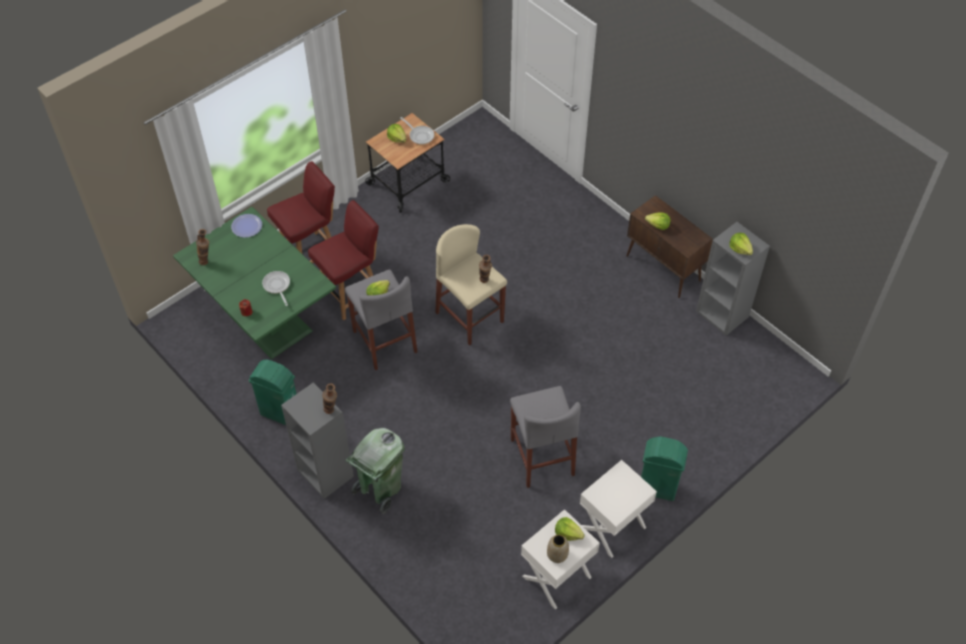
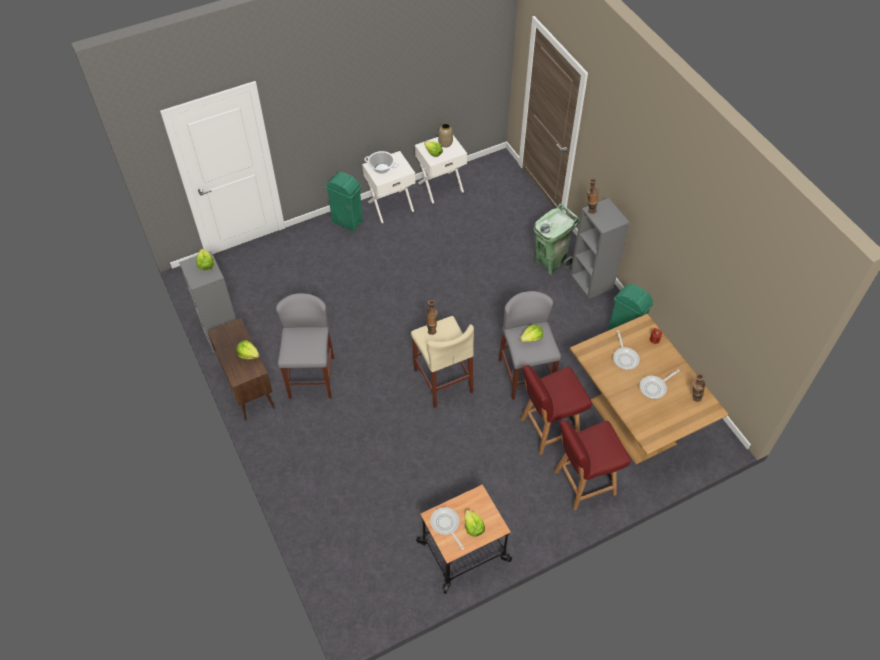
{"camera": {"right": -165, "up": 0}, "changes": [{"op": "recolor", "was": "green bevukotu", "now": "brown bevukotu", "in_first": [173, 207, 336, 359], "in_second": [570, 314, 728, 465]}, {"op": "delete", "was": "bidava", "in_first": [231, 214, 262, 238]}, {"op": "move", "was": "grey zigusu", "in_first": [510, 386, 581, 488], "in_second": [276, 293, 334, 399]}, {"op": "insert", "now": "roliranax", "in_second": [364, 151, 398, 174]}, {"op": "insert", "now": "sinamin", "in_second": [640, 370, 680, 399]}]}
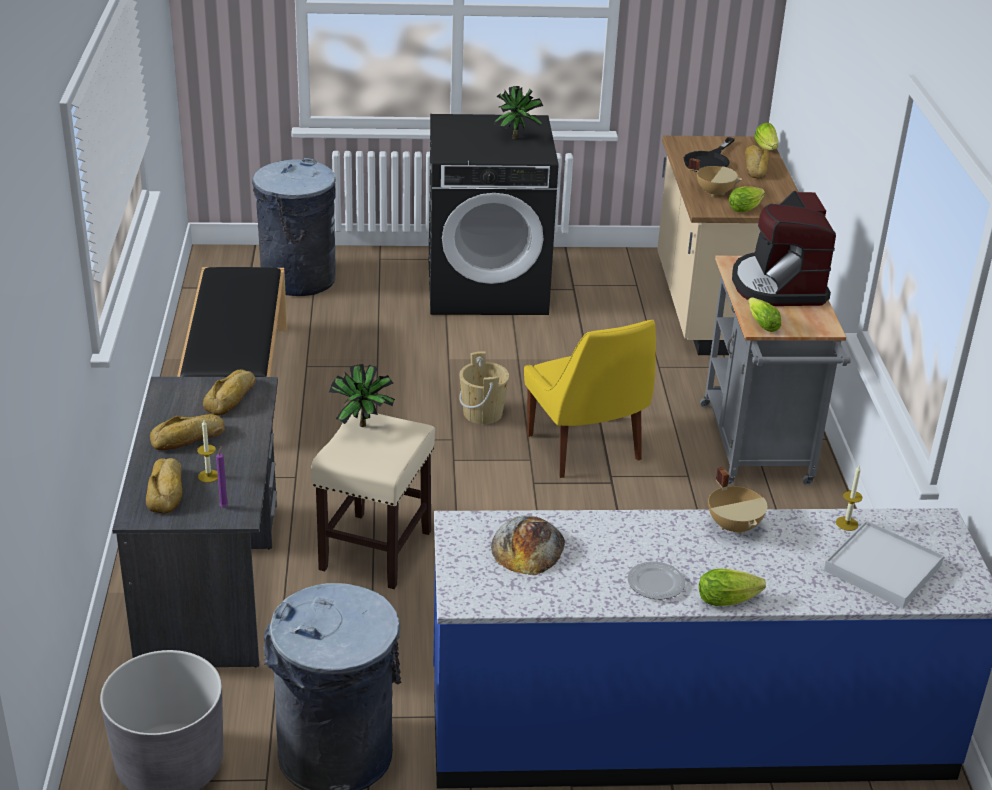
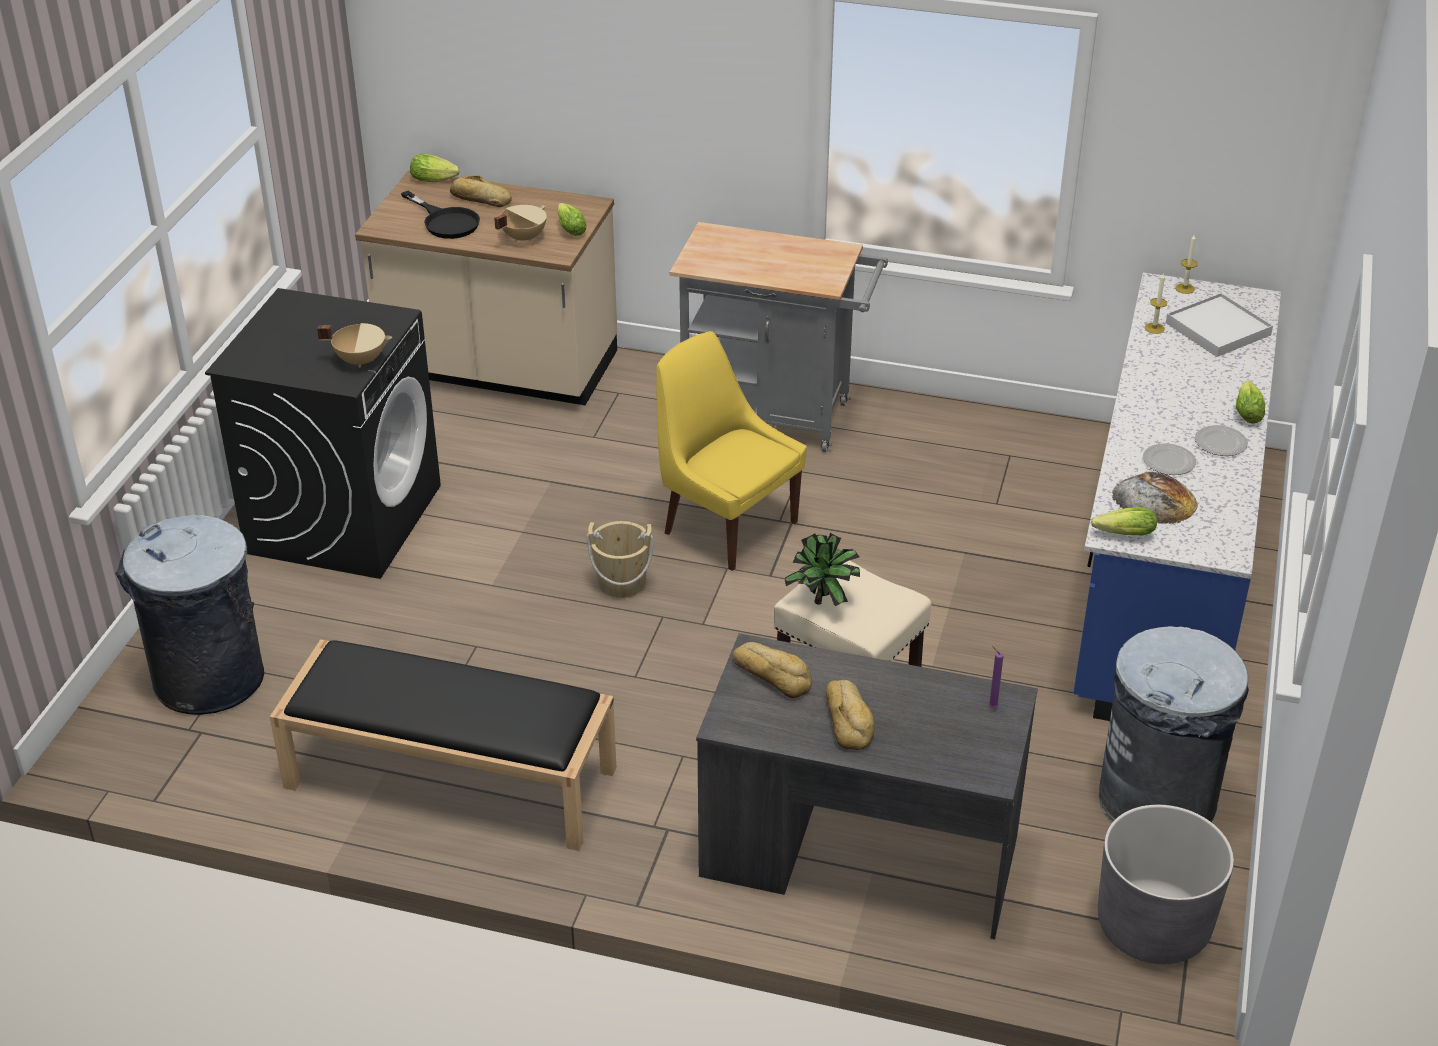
{"camera": {"right": -70, "up": 5}, "changes": [{"op": "delete", "was": "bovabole", "in_first": [495, 86, 543, 139]}, {"op": "delete", "was": "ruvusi", "in_first": [732, 191, 836, 306]}, {"op": "move", "was": "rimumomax", "in_first": [748, 297, 781, 332], "in_second": [1091, 507, 1157, 536]}, {"op": "rotate", "was": "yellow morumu", "in_first": [524, 320, 656, 478], "in_second": [656, 331, 807, 571], "clockwise": -135}, {"op": "move", "was": "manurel", "in_first": [197, 420, 218, 483], "in_second": [1175, 235, 1198, 294]}, {"op": "delete", "was": "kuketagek", "in_first": [146, 458, 182, 514]}, {"op": "move", "was": "beige roliranax", "in_first": [708, 467, 767, 535], "in_second": [317, 323, 392, 368]}, {"op": "insert", "now": "bidava", "in_second": [1143, 443, 1196, 475]}]}
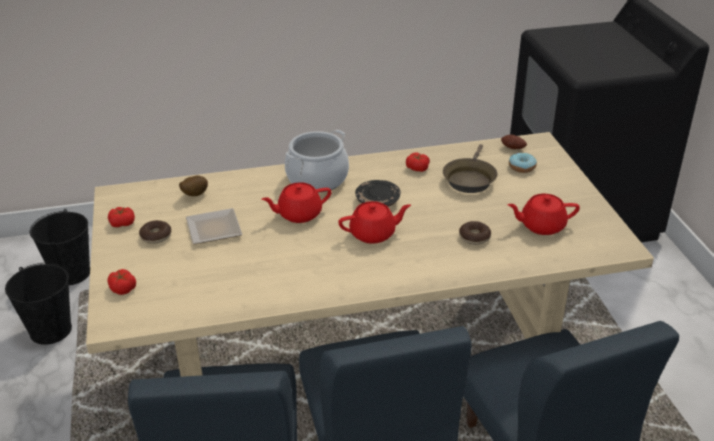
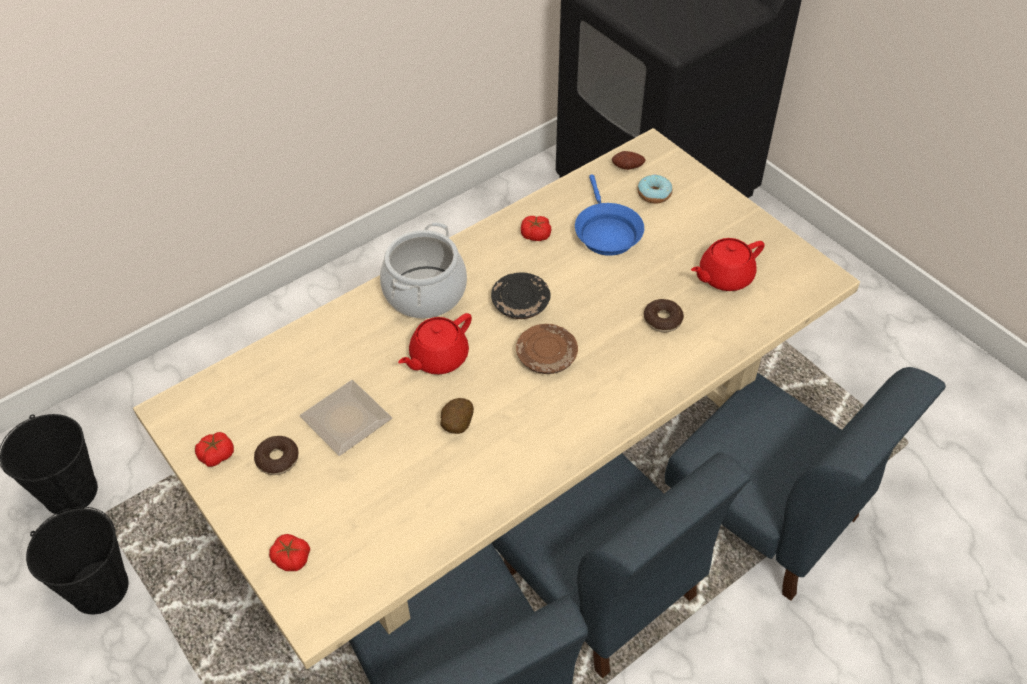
{"camera": {"right": -25, "up": 15}, "changes": [{"op": "recolor", "was": "brown sinamin", "now": "blue sinamin", "in_first": [443, 144, 498, 193], "in_second": [575, 174, 644, 256]}, {"op": "move", "was": "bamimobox", "in_first": [179, 176, 208, 196], "in_second": [441, 398, 474, 434]}, {"op": "replace", "was": "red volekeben", "now": "brown bidava", "in_first": [338, 201, 411, 244], "in_second": [516, 324, 578, 374]}]}
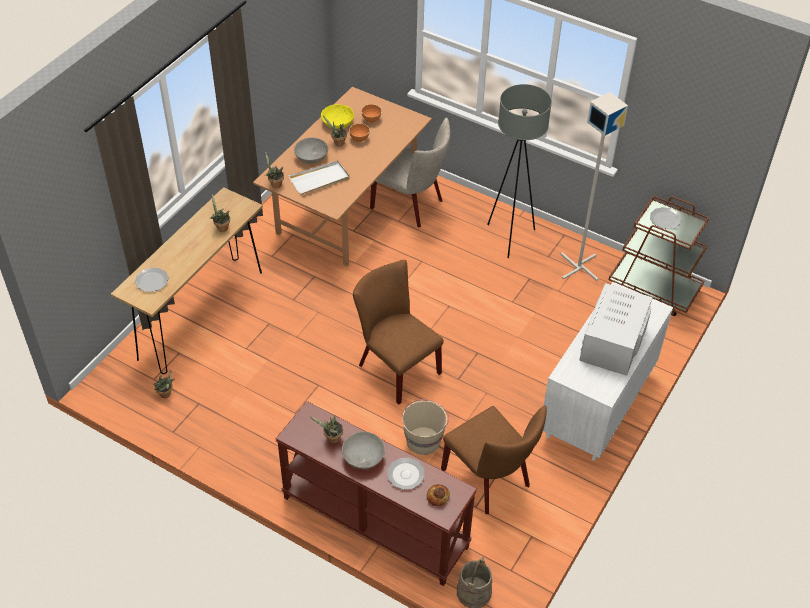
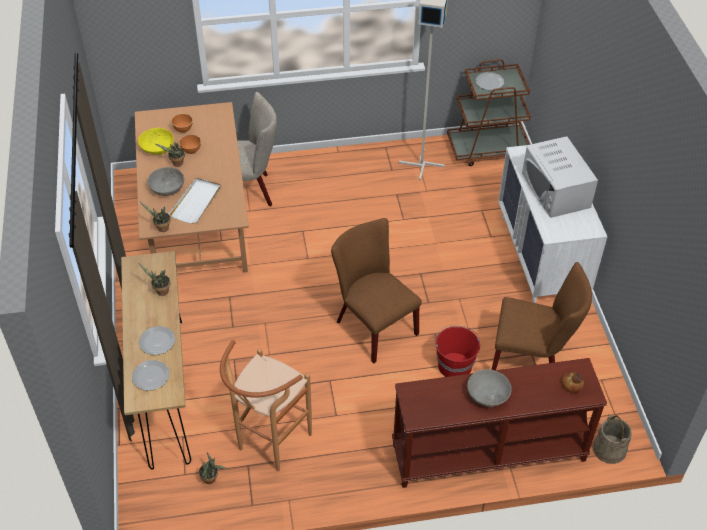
{"camera": {"right": -40, "up": 0}, "changes": [{"op": "delete", "was": "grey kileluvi", "in_first": [487, 84, 552, 258]}, {"op": "rotate", "was": "brown morumu", "in_first": [353, 260, 444, 404], "in_second": [331, 218, 422, 364], "clockwise": 45}, {"op": "recolor", "was": "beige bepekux", "now": "red bepekux", "in_first": [402, 399, 449, 455], "in_second": [435, 325, 480, 377]}, {"op": "delete", "was": "bovabole", "in_first": [310, 416, 343, 443]}, {"op": "move", "was": "bidava", "in_first": [387, 458, 425, 490], "in_second": [139, 326, 176, 355]}, {"op": "insert", "now": "brown zigusu", "in_second": [220, 340, 312, 471]}]}
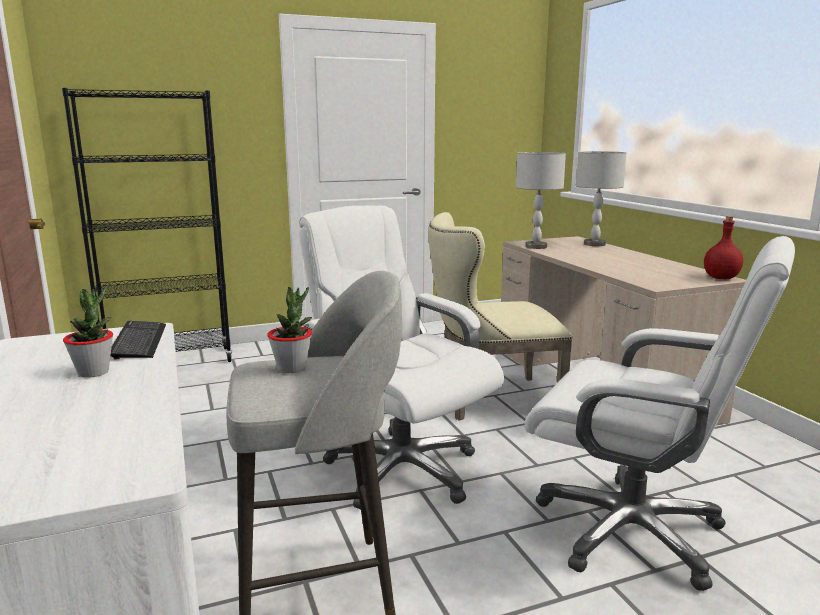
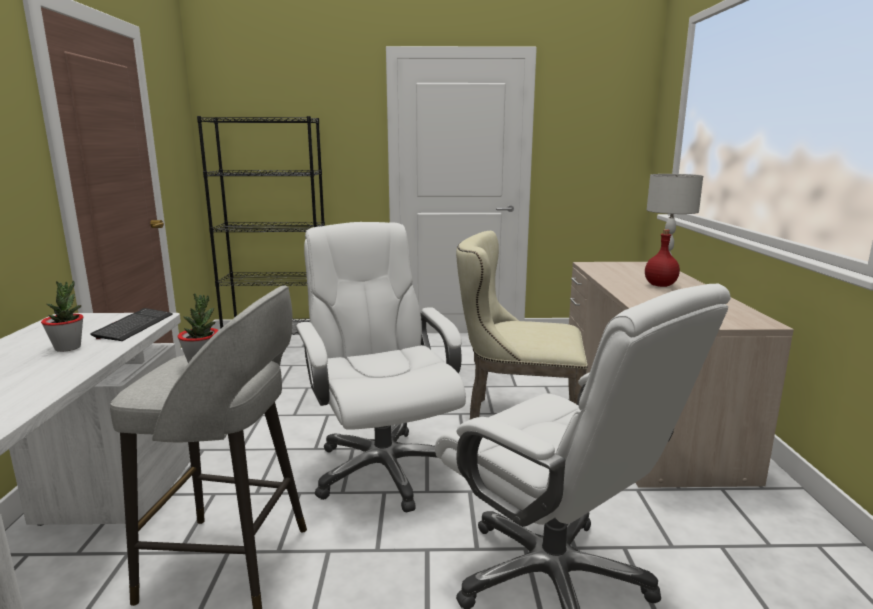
{"camera": {"right": 20, "up": 0}, "changes": [{"op": "delete", "was": "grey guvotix", "in_first": [516, 152, 566, 249]}, {"op": "move", "was": "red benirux", "in_first": [704, 216, 743, 279], "in_second": [645, 229, 680, 287]}]}
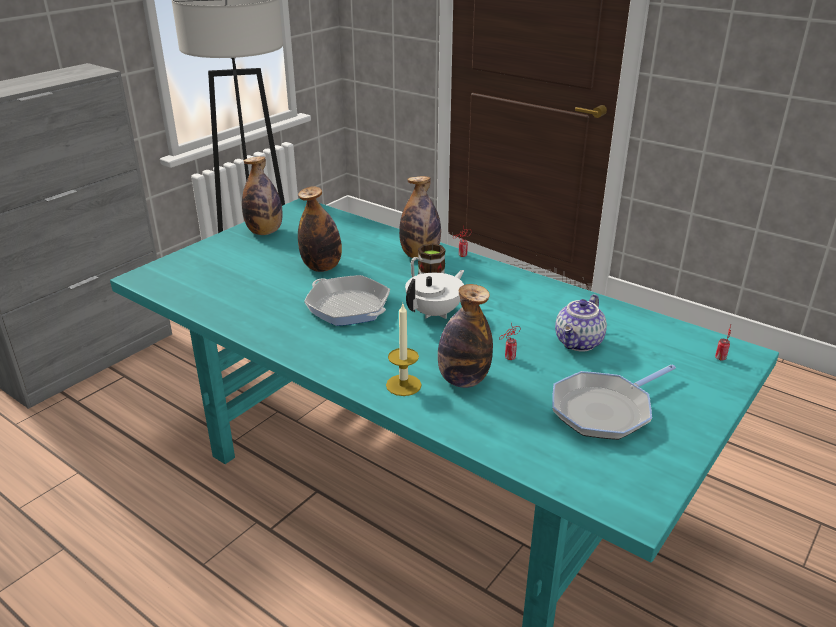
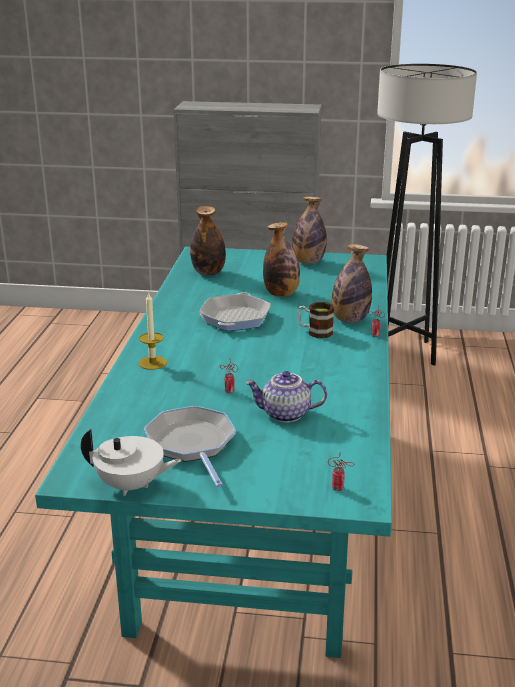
{"camera": {"right": 60, "up": -5}, "changes": [{"op": "move", "was": "white volekeben", "in_first": [405, 270, 464, 319], "in_second": [81, 429, 182, 496]}, {"op": "move", "was": "benirux", "in_first": [438, 284, 493, 388], "in_second": [190, 206, 226, 276]}, {"op": "rotate", "was": "sinamin", "in_first": [552, 365, 676, 440], "in_second": [144, 406, 236, 488], "clockwise": 45}]}
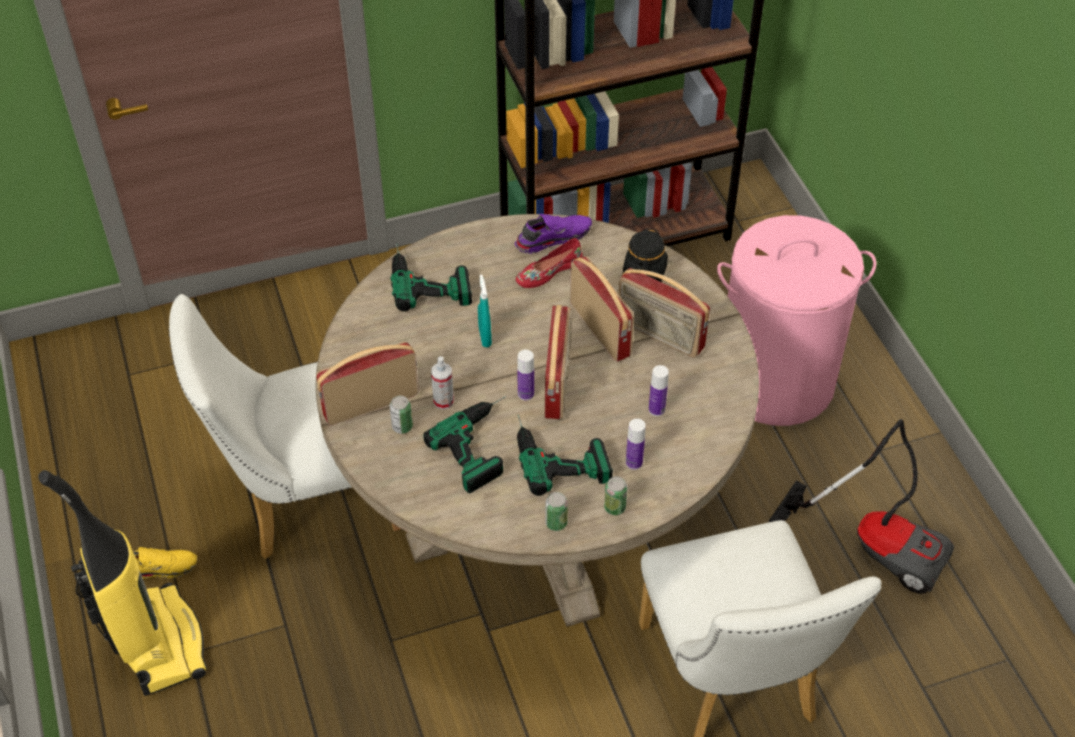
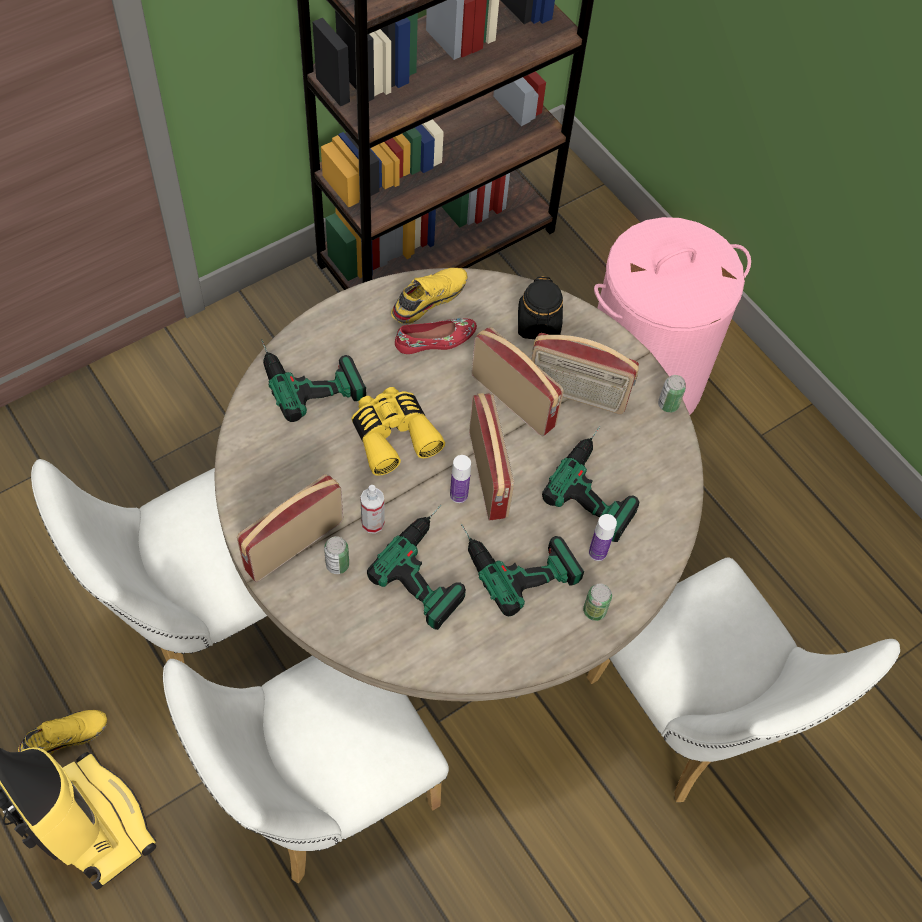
{"camera": {"right": -20, "up": 10}, "changes": [{"op": "recolor", "was": "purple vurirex", "now": "yellow vurirex", "in_first": [515, 214, 592, 254], "in_second": [391, 268, 467, 324]}, {"op": "rotate", "was": "red vurirex", "in_first": [516, 238, 582, 288], "in_second": [395, 318, 477, 354], "clockwise": -150}, {"op": "replace", "was": "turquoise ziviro", "now": "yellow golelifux", "in_first": [478, 274, 492, 347], "in_second": [351, 387, 445, 476]}, {"op": "replace", "was": "benirux", "now": "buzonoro", "in_first": [649, 365, 669, 416], "in_second": [542, 426, 639, 542]}, {"op": "delete", "was": "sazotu", "in_first": [769, 419, 954, 594]}, {"op": "move", "was": "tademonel", "in_first": [545, 492, 568, 531], "in_second": [658, 375, 686, 412]}, {"op": "insert", "now": "white morumu", "in_second": [163, 656, 449, 883]}]}
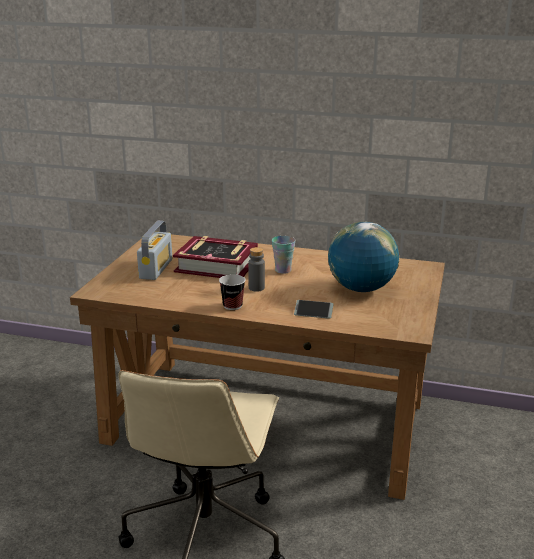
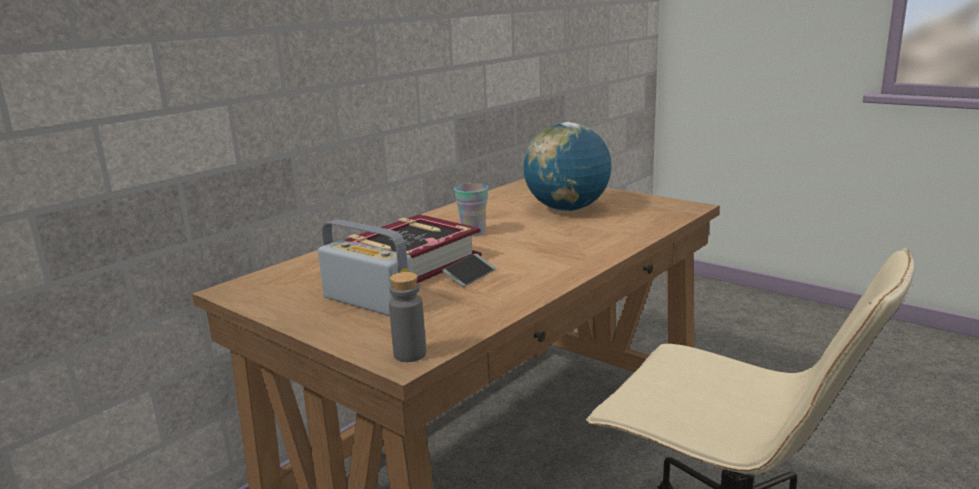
{"camera": {"right": -65, "up": -5}, "changes": [{"op": "move", "was": "grey benirux", "in_first": [248, 247, 265, 292], "in_second": [389, 272, 426, 362]}, {"op": "delete", "was": "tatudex", "in_first": [219, 274, 245, 310]}, {"op": "move", "was": "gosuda", "in_first": [294, 300, 334, 319], "in_second": [442, 253, 496, 287]}]}
